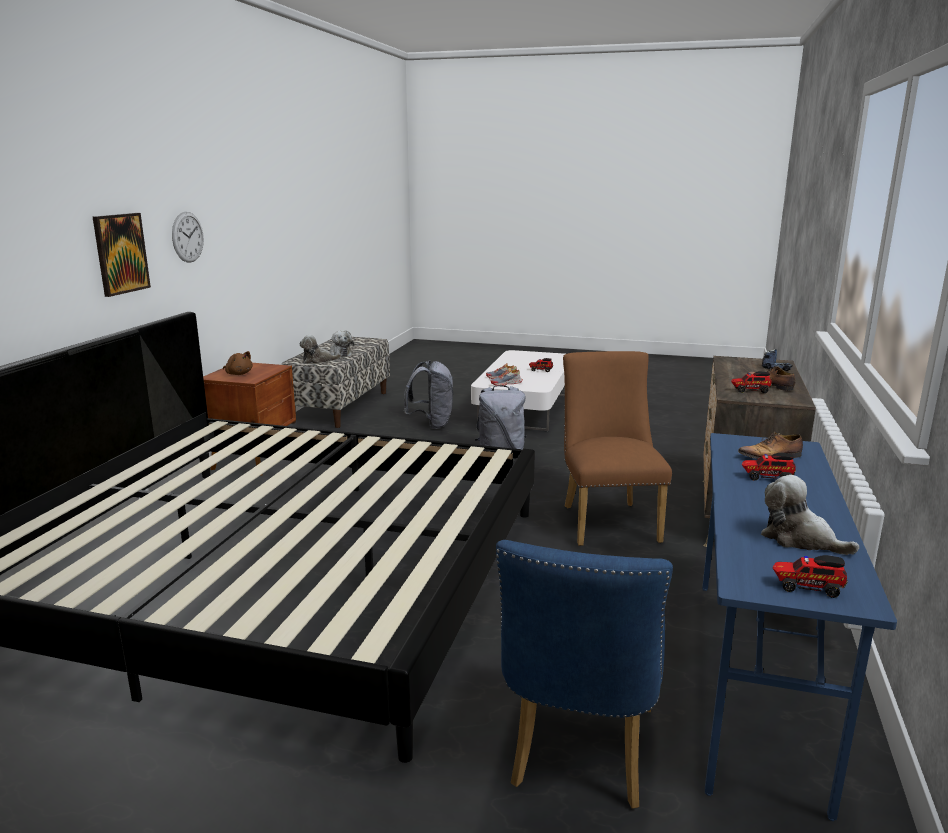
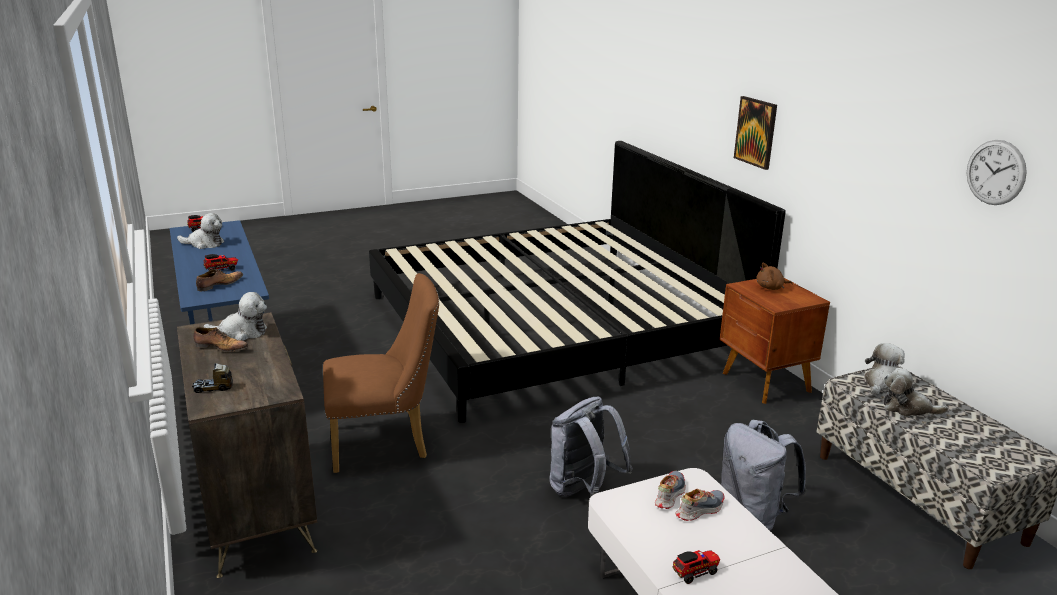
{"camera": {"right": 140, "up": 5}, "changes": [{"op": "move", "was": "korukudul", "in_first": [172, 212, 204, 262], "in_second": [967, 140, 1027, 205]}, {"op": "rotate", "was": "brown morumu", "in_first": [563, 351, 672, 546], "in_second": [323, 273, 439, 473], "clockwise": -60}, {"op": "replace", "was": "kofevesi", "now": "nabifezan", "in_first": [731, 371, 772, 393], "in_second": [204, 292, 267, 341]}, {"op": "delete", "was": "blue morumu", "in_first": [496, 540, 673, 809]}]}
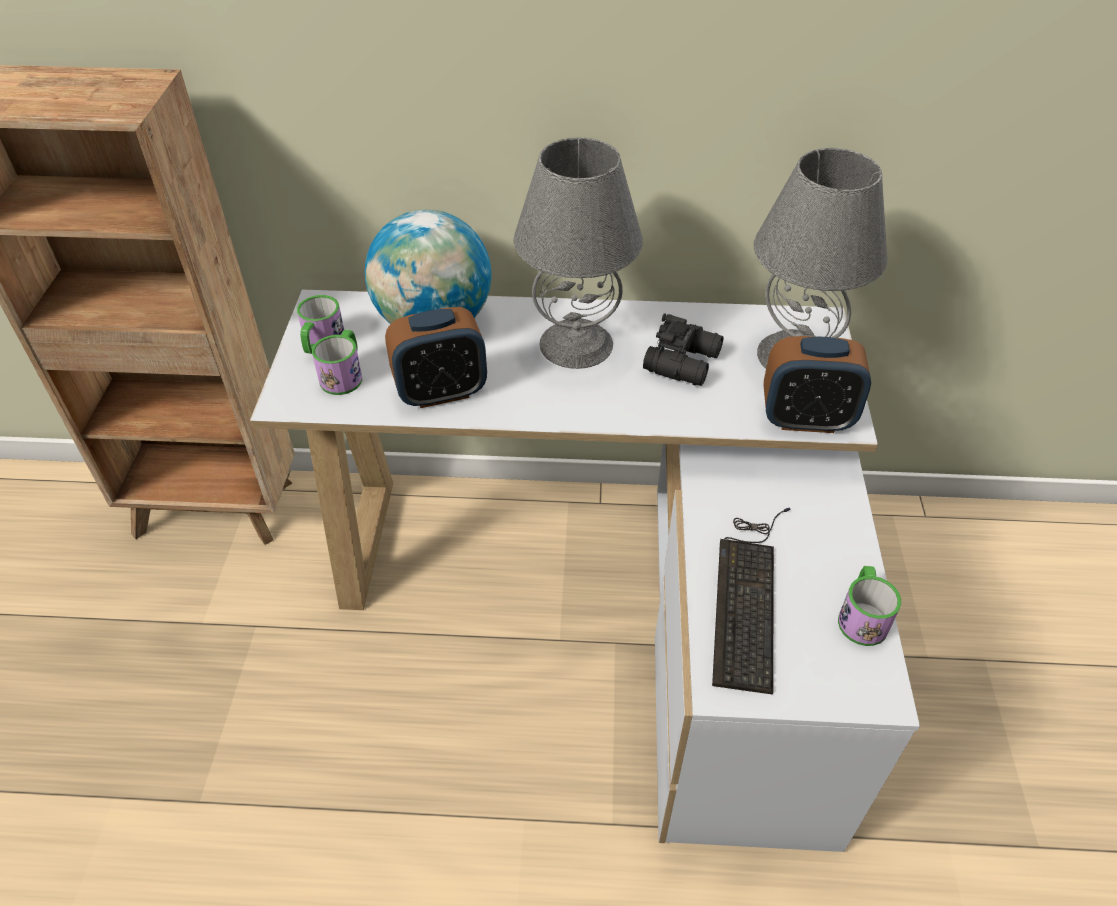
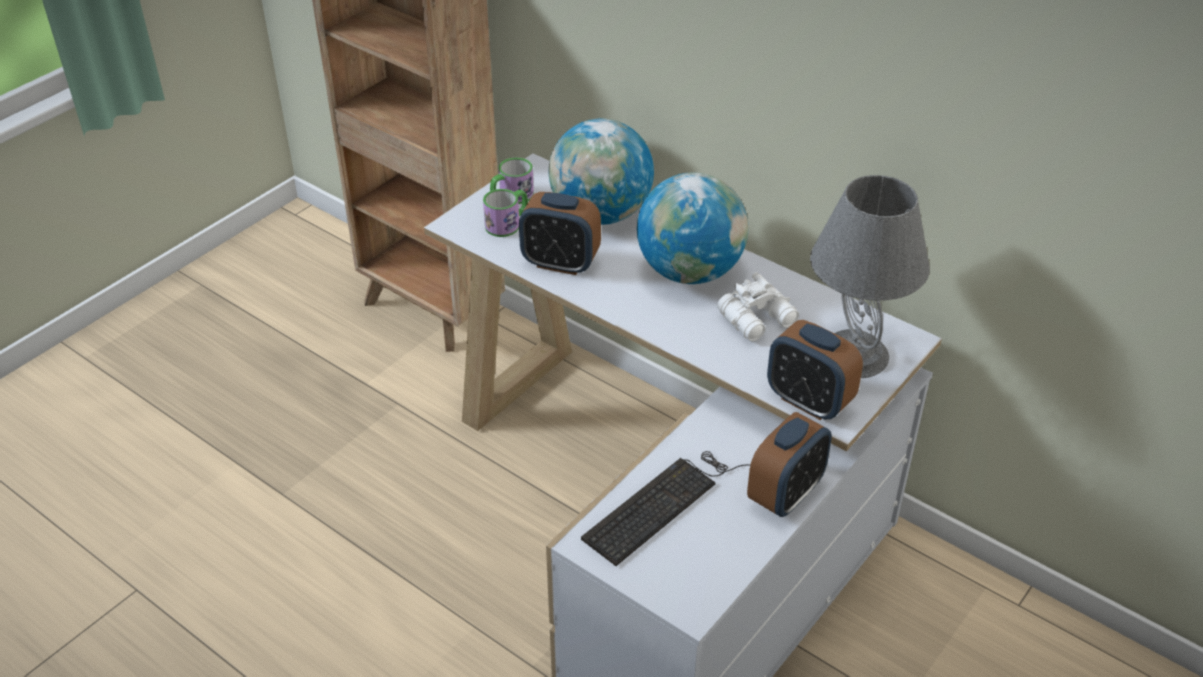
{"camera": {"right": 35, "up": -5}, "changes": [{"op": "replace", "was": "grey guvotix", "now": "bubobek", "in_first": [513, 137, 643, 369], "in_second": [637, 173, 748, 284]}, {"op": "recolor", "was": "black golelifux", "now": "white golelifux", "in_first": [643, 313, 724, 386], "in_second": [717, 272, 799, 341]}, {"op": "delete", "was": "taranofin", "in_first": [838, 566, 901, 646]}, {"op": "insert", "now": "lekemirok", "in_second": [747, 412, 832, 517]}]}
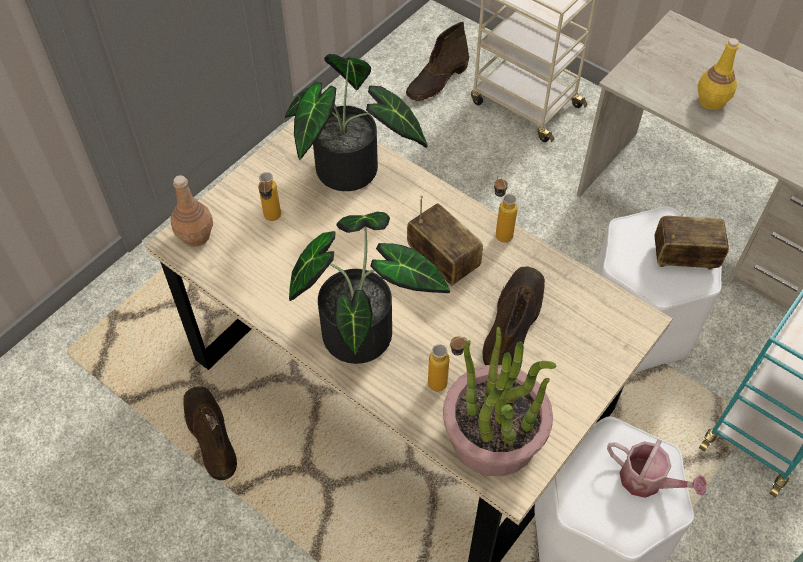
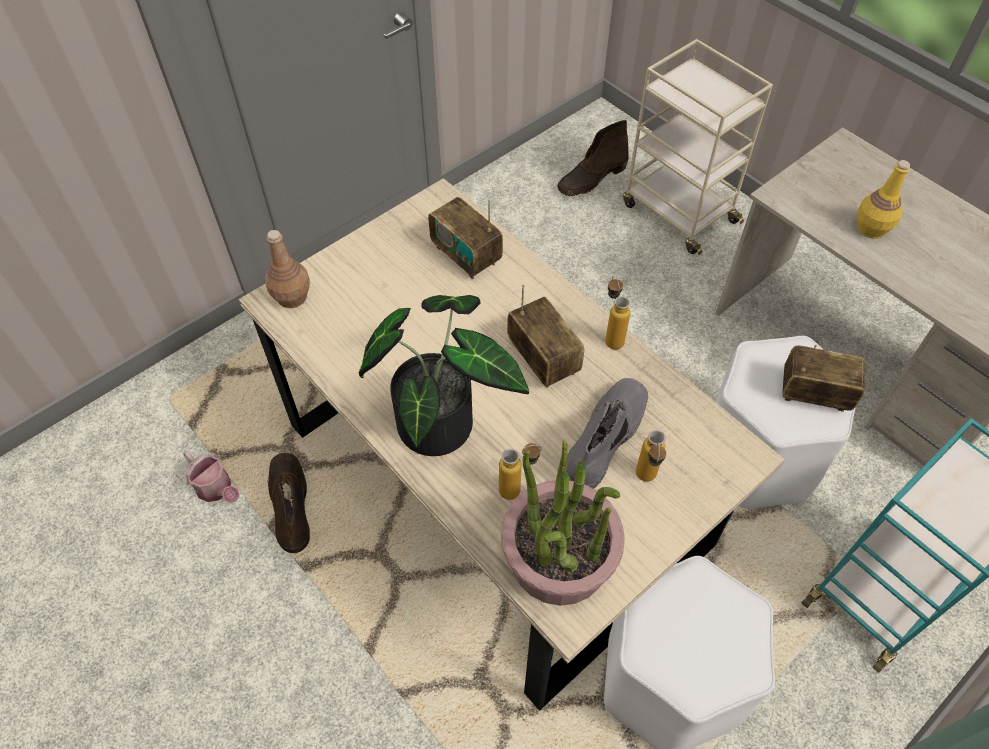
{"camera": {"right": 10, "up": 0}, "changes": [{"op": "replace", "was": "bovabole", "now": "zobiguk", "in_first": [285, 54, 427, 191], "in_second": [428, 197, 503, 279]}, {"op": "move", "was": "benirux", "in_first": [258, 172, 281, 221], "in_second": [636, 430, 666, 482]}, {"op": "recolor", "was": "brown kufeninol", "now": "grey kufeninol", "in_first": [483, 266, 545, 366], "in_second": [566, 378, 648, 489]}, {"op": "move", "was": "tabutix", "in_first": [607, 439, 707, 498], "in_second": [183, 452, 239, 503]}]}
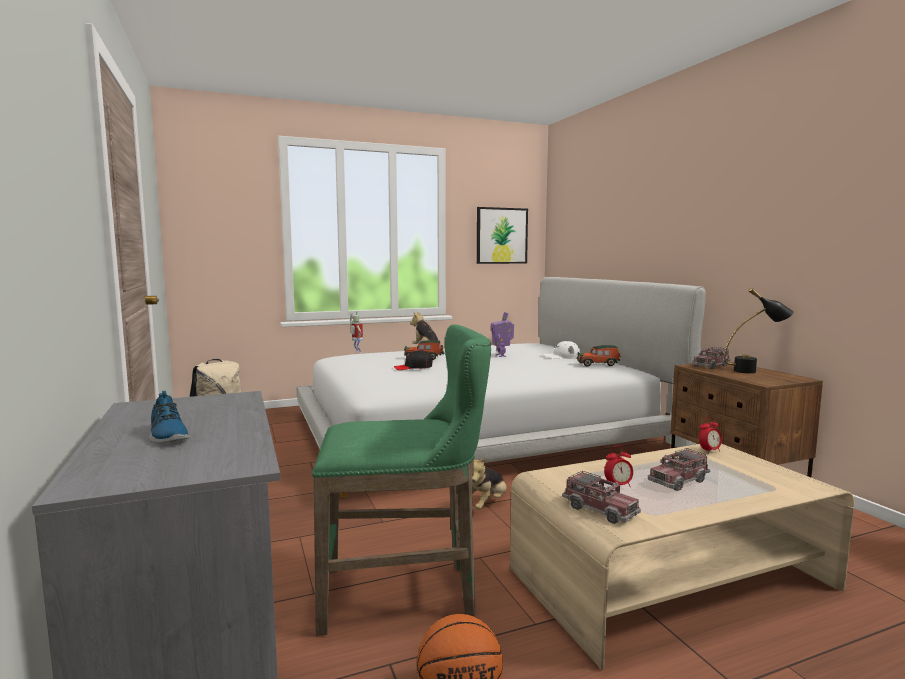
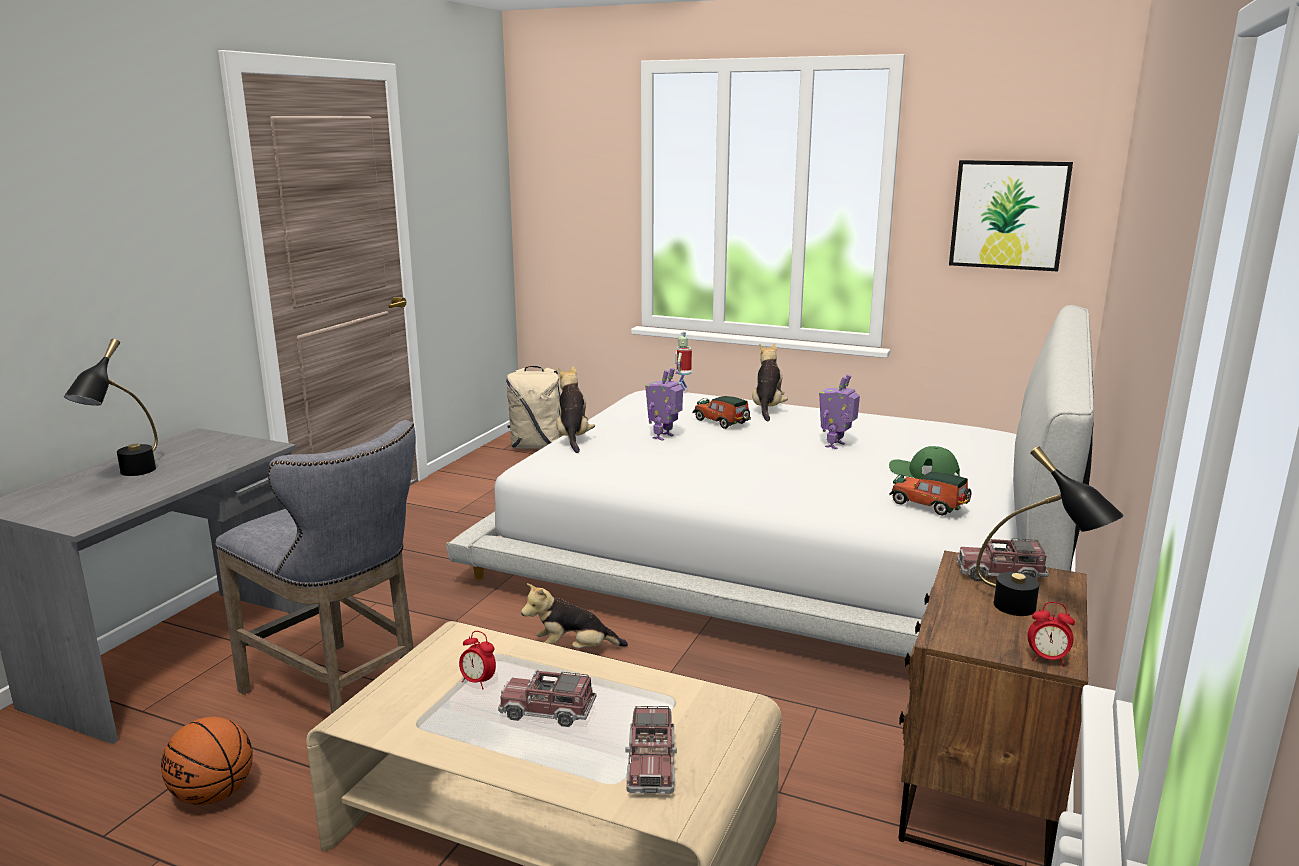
{"camera": {"right": 45, "up": 10}, "changes": [{"op": "recolor", "was": "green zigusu", "now": "grey zigusu", "in_first": [312, 324, 491, 636], "in_second": [215, 420, 416, 714]}, {"op": "recolor", "was": "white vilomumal", "now": "green vilomumal", "in_first": [543, 341, 580, 359], "in_second": [889, 446, 960, 479]}, {"op": "replace", "was": "black vilomumal", "now": "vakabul", "in_first": [394, 350, 433, 370], "in_second": [645, 368, 683, 441]}, {"op": "replace", "was": "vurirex", "now": "black guvotix", "in_first": [149, 391, 190, 444], "in_second": [64, 339, 158, 476]}, {"op": "move", "was": "lekemirok", "in_first": [699, 417, 722, 454], "in_second": [1027, 602, 1075, 667]}, {"op": "move", "was": "kofevesi", "in_first": [562, 471, 641, 524], "in_second": [625, 706, 677, 794]}, {"op": "insert", "now": "nabifezan", "in_second": [556, 366, 595, 453]}]}
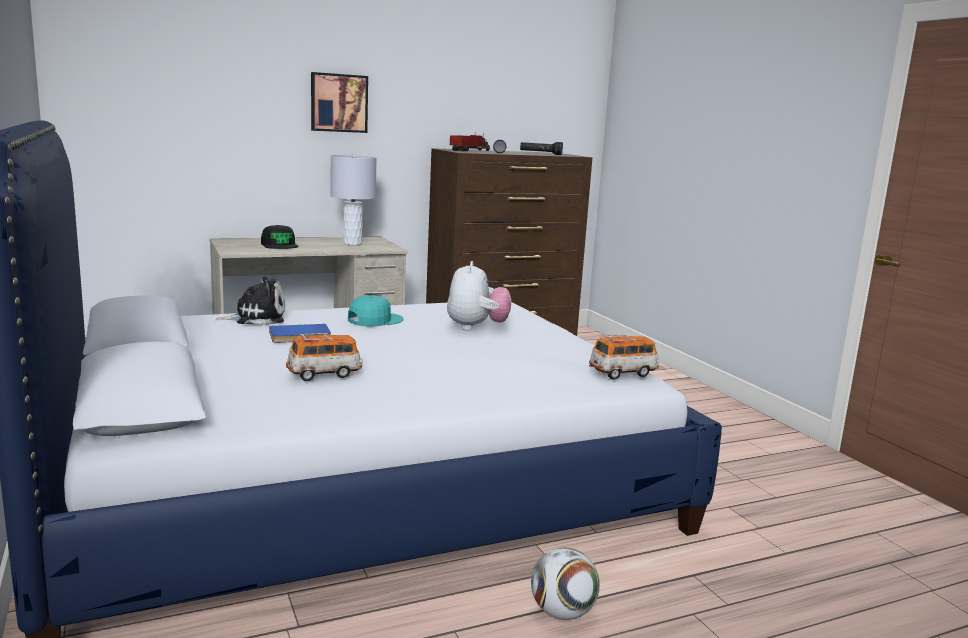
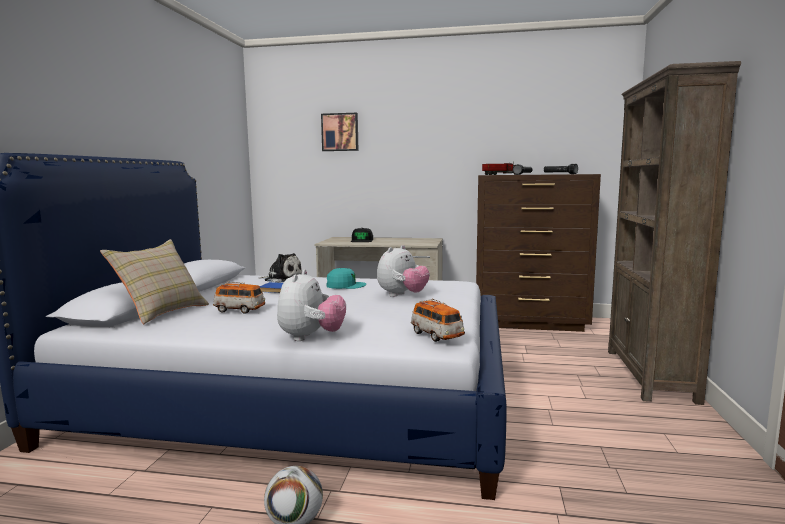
{"camera": {"right": 35, "up": -5}, "changes": [{"op": "move", "was": "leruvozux", "in_first": [311, 72, 368, 133], "in_second": [321, 113, 358, 151]}, {"op": "delete", "was": "grey guvotix", "in_first": [330, 155, 377, 245]}, {"op": "rotate", "was": "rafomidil", "in_first": [589, 334, 659, 380], "in_second": [411, 299, 465, 342], "clockwise": 45}, {"op": "insert", "now": "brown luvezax", "in_second": [608, 61, 741, 405]}, {"op": "insert", "now": "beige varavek", "in_second": [100, 239, 209, 324]}, {"op": "insert", "now": "nabifezan", "in_second": [277, 269, 346, 341]}]}
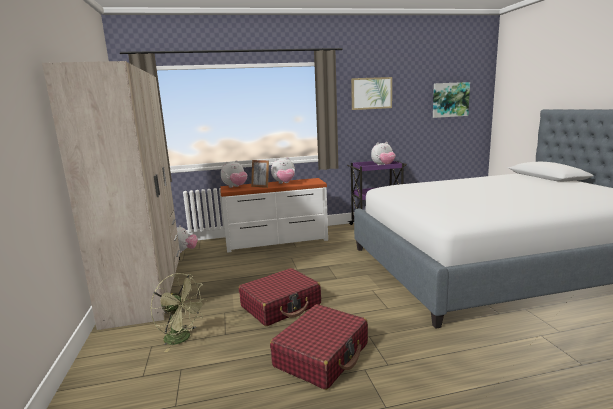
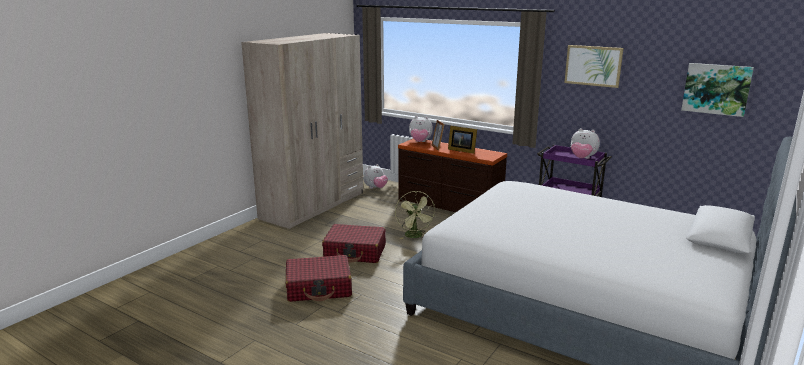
{"camera": {"right": 45, "up": 5}, "changes": [{"op": "replace", "was": "nabifezan", "now": "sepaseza", "in_first": [271, 157, 295, 184], "in_second": [448, 126, 477, 154]}, {"op": "recolor", "was": "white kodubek", "now": "brown kodubek", "in_first": [220, 178, 328, 253], "in_second": [398, 139, 507, 212]}, {"op": "move", "was": "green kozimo", "in_first": [151, 273, 207, 352], "in_second": [395, 191, 435, 239]}]}
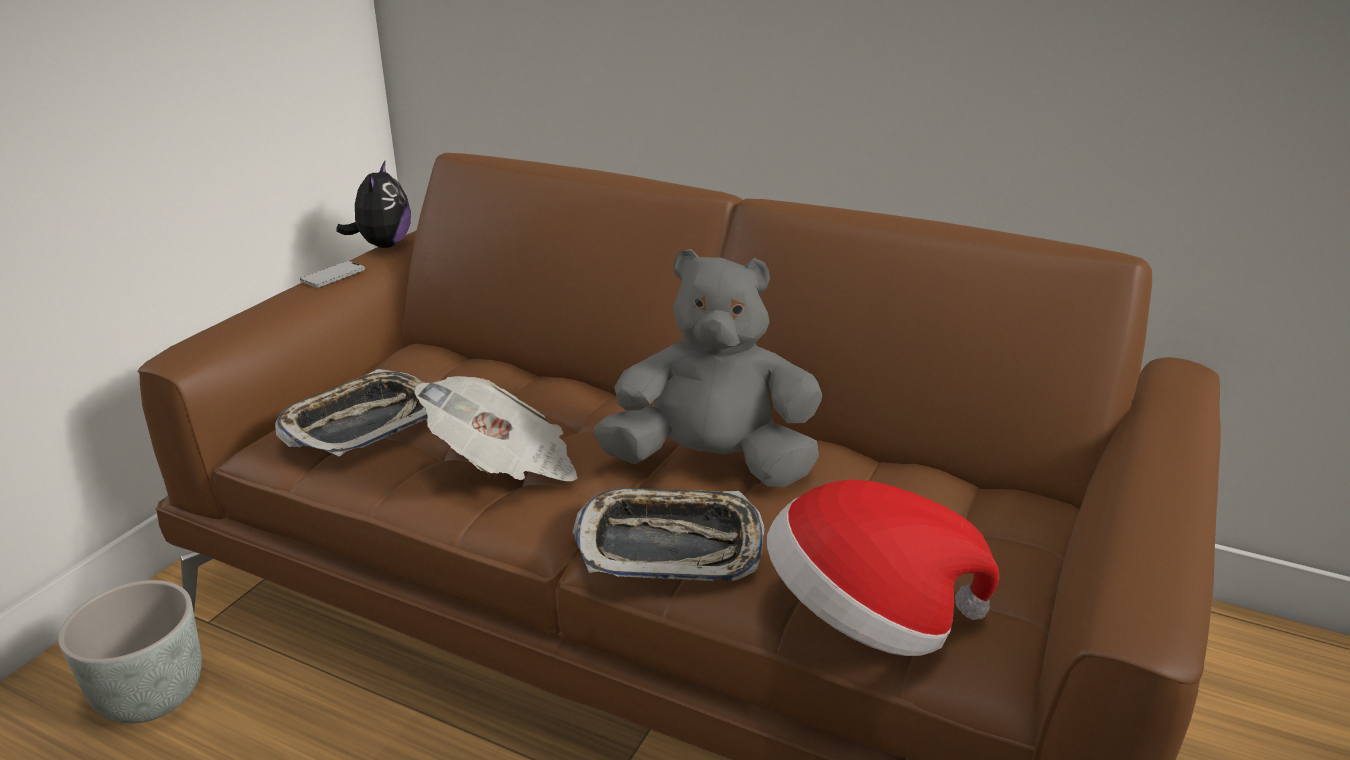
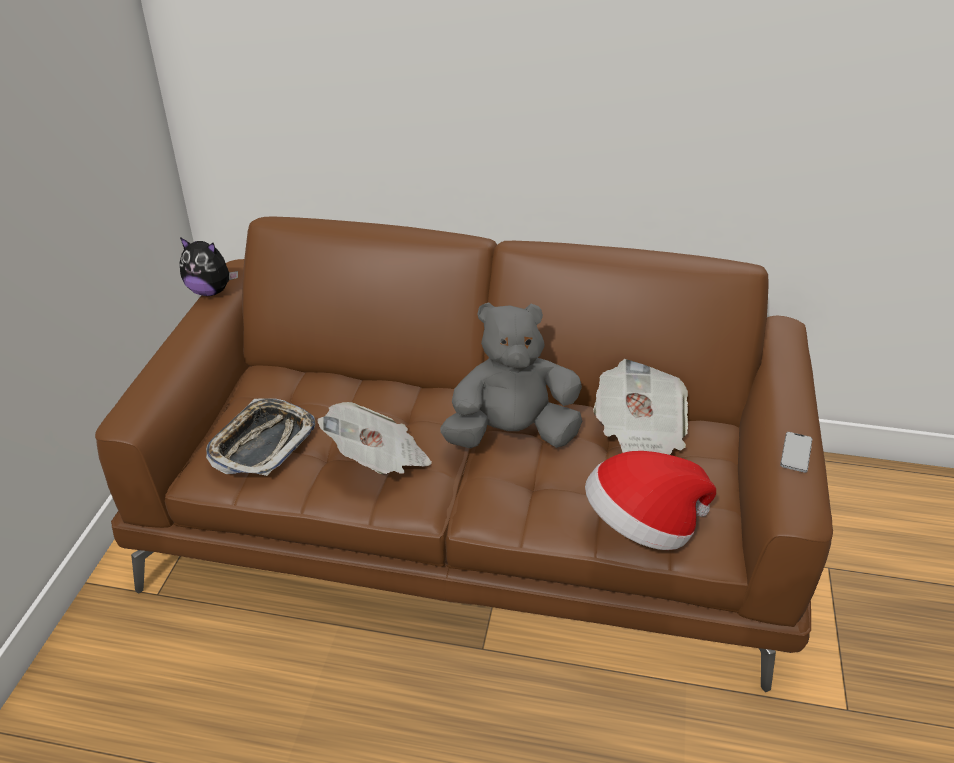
{"camera": {"right": -15, "up": 10}, "changes": [{"op": "rotate", "was": "nabifezan", "in_first": [336, 161, 411, 248], "in_second": [180, 237, 238, 296], "clockwise": 120}, {"op": "move", "was": "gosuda", "in_first": [300, 261, 365, 288], "in_second": [780, 432, 812, 473]}, {"op": "delete", "was": "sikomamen", "in_first": [573, 488, 764, 582]}, {"op": "delete", "was": "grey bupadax", "in_first": [58, 580, 202, 724]}, {"op": "insert", "now": "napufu", "in_second": [593, 359, 688, 455]}]}
